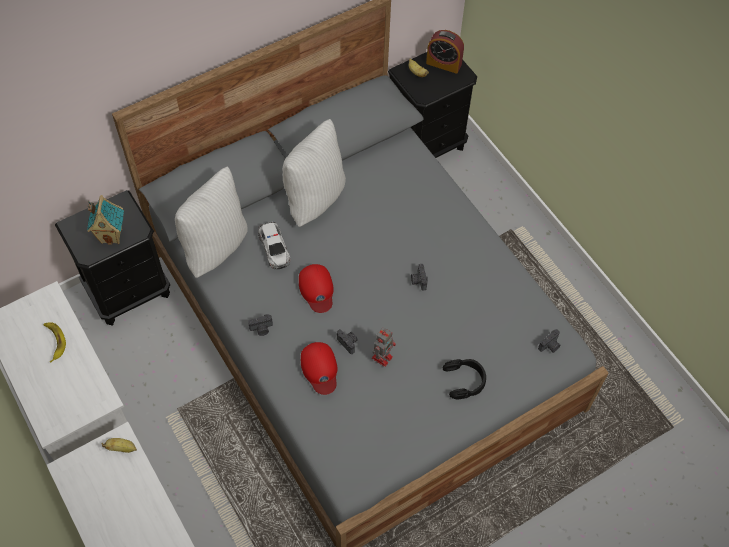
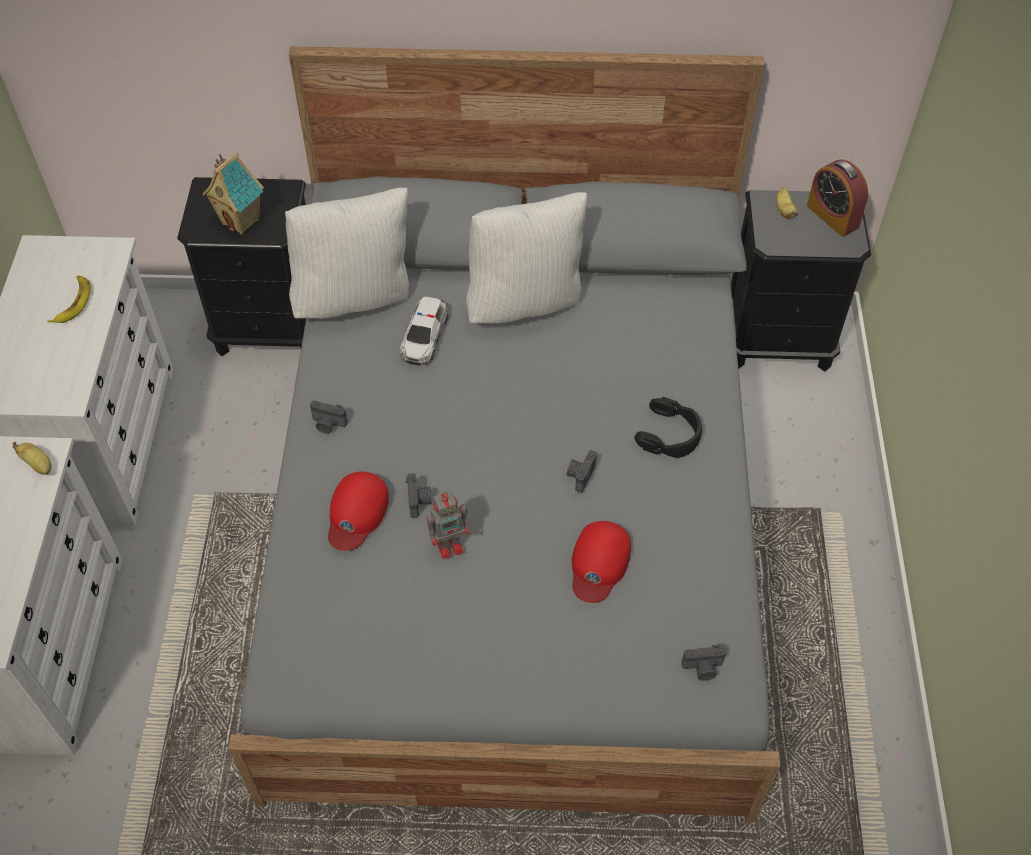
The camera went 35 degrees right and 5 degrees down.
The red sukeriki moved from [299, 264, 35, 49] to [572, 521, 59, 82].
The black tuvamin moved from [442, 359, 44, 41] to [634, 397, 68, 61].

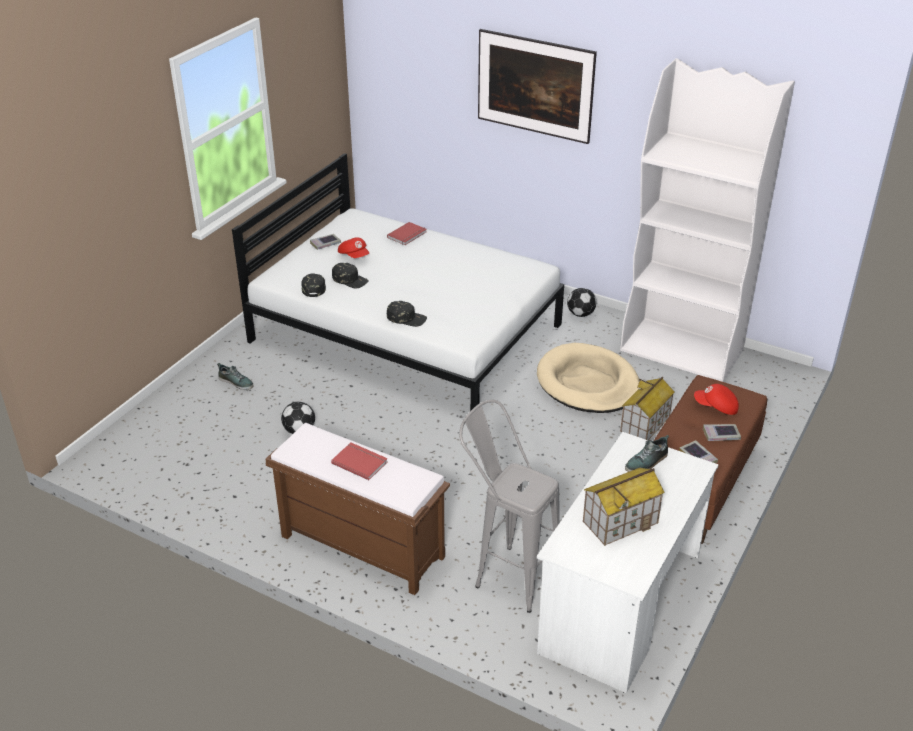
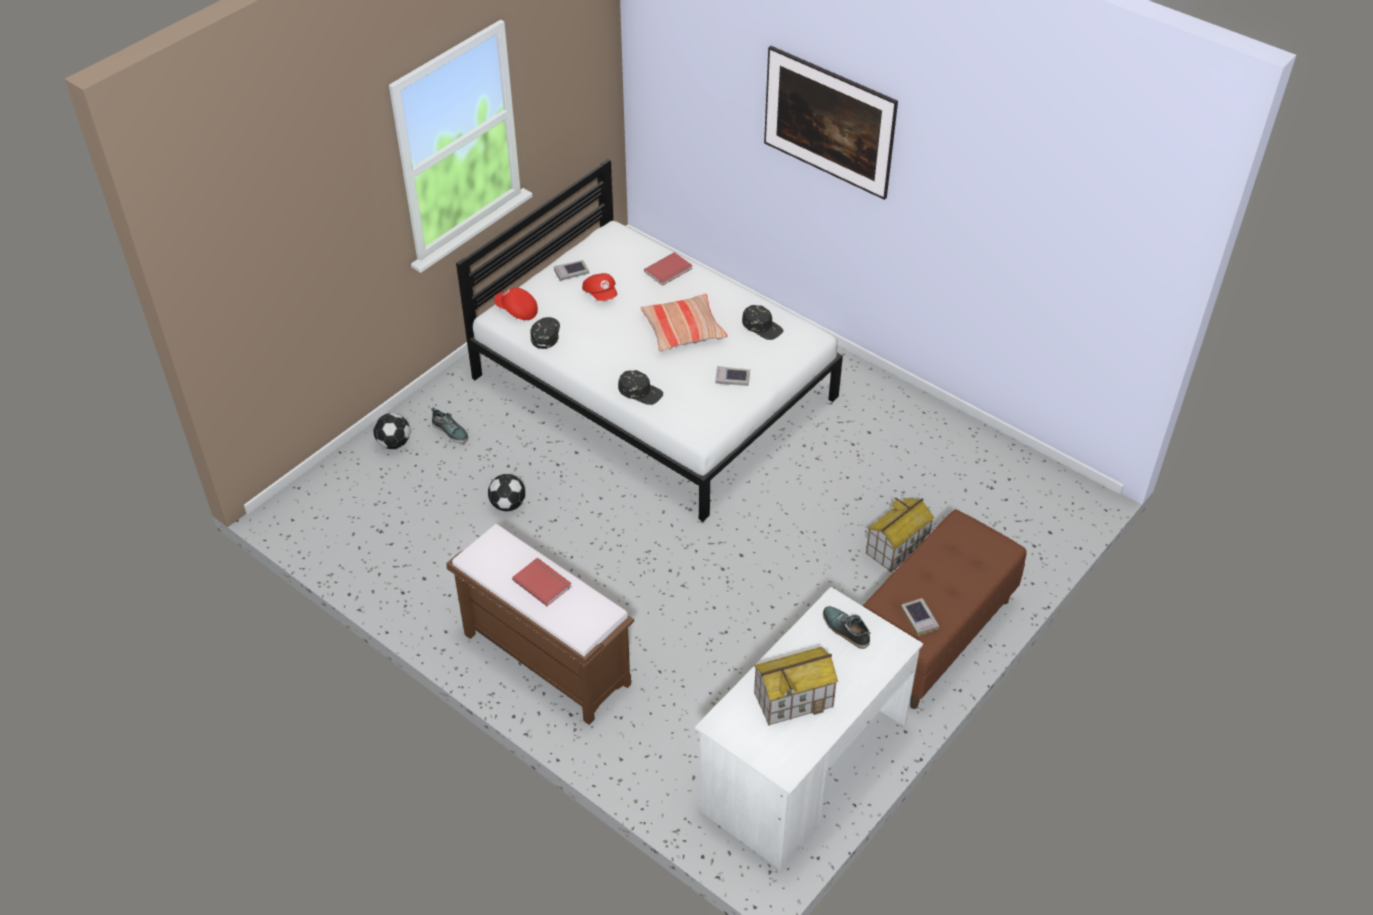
The camera went 10 degrees right and 10 degrees up.
The black sukeriki moved from [332, 263, 37, 25] to [742, 305, 42, 35].
The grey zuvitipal at [459, 400, 101, 213] disappeared.
The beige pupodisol at [537, 343, 103, 70] disappeared.
The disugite moved from [567, 288, 29, 29] to [373, 413, 37, 36].
The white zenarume at [620, 58, 175, 324] disappeared.
The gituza at [625, 435, 44, 37] turned 75 degrees clockwise.
The red sukeriki moved from [694, 384, 45, 31] to [494, 287, 44, 33].
The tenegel moved from [703, 424, 38, 17] to [715, 366, 35, 20].
The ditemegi at [641, 294, 86, 57] appeared.

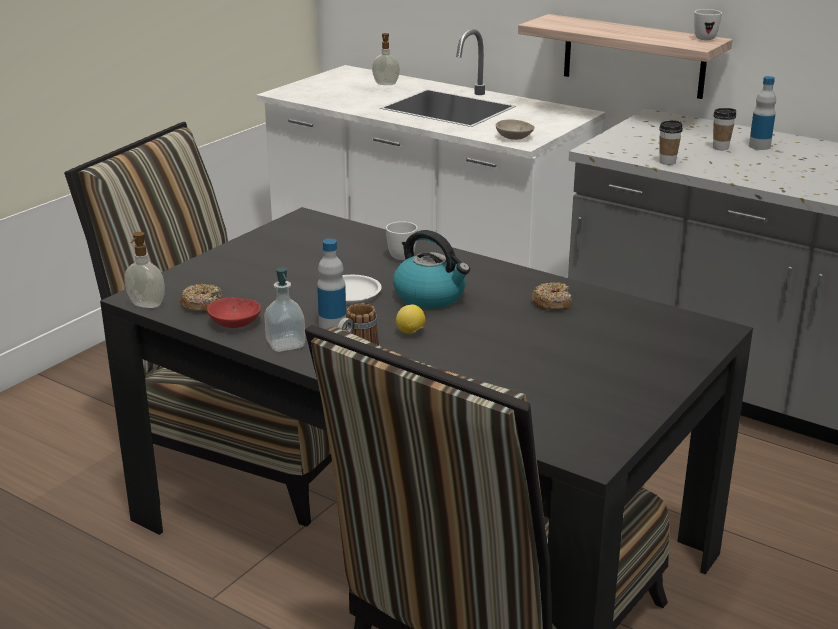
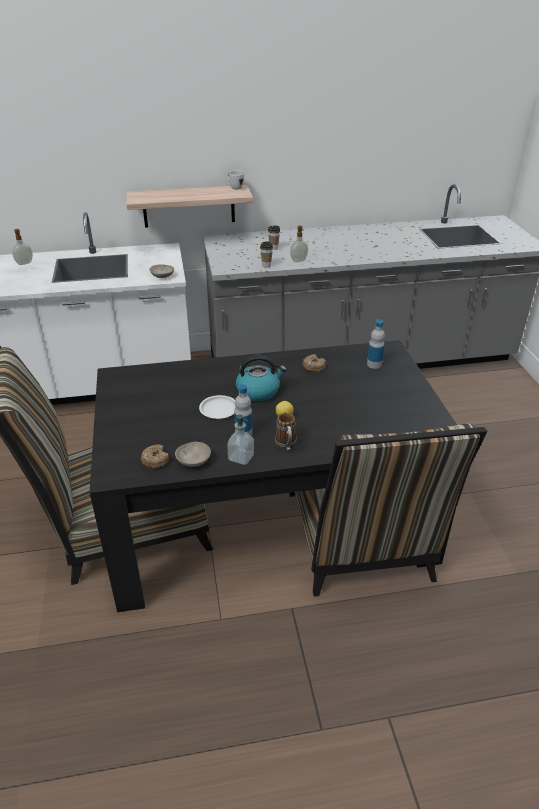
The camera went 45 degrees left and 10 degrees up.
The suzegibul moved from [124, 232, 41, 76] to [290, 226, 18, 36].
The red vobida at [207, 298, 54, 30] became the beige vobida at [175, 442, 36, 25].
The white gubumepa at [386, 221, 32, 39] disappeared.
The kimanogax moved from [749, 76, 27, 74] to [367, 320, 18, 49].

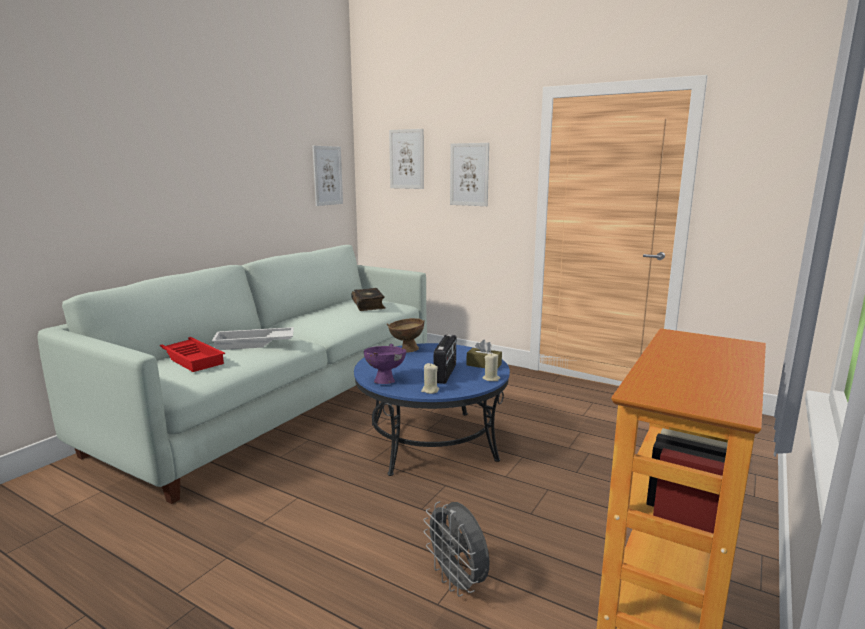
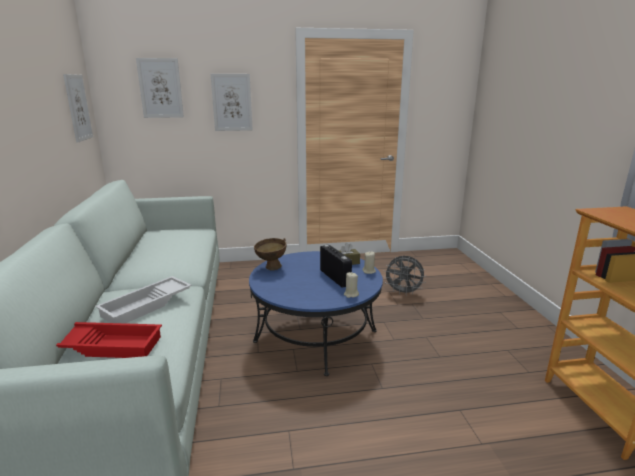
The camera went 40 degrees left and 5 degrees up.
The tenegel at [351, 288, 34, 23] disappeared.
The purple vobida at [364, 344, 42, 40] disappeared.
The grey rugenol moved from [423, 501, 67, 96] to [383, 256, 43, 39].

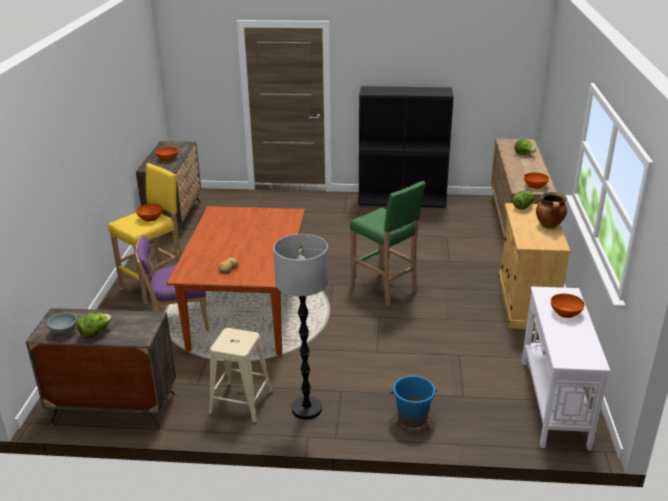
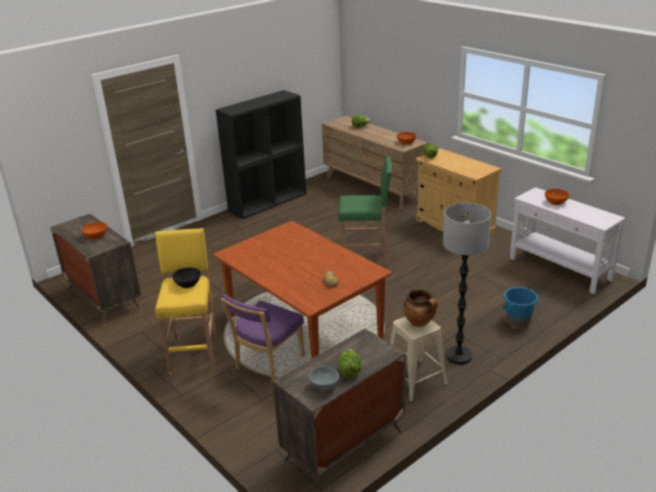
The camera went 45 degrees left and 0 degrees up.
The orange vobida at [136, 204, 27, 18] became the black vobida at [172, 267, 29, 21].
The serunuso moved from [536, 192, 31, 36] to [403, 287, 35, 40].

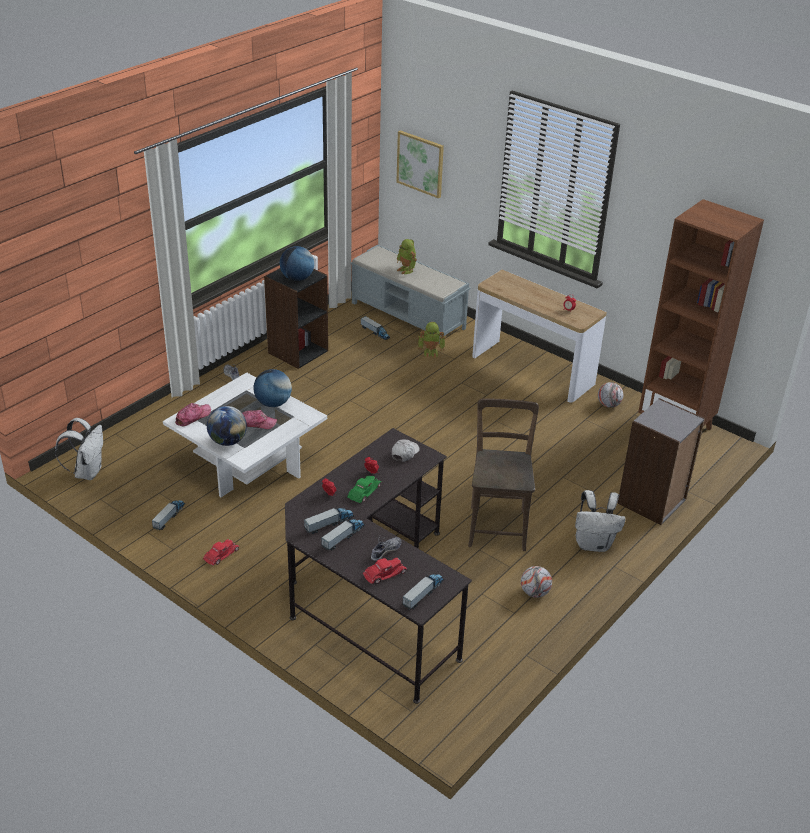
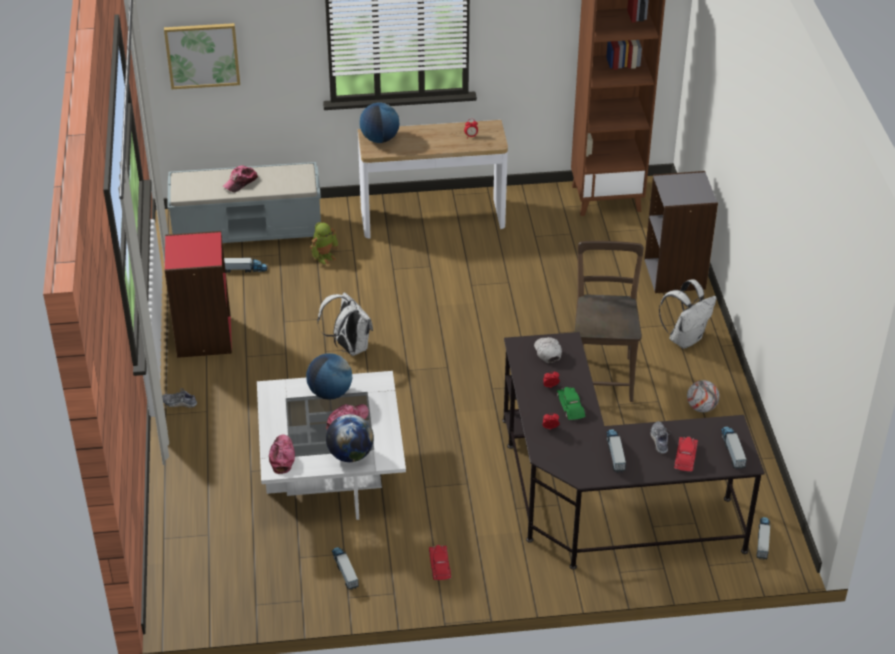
The camera went 45 degrees left and 5 degrees up.
The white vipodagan moved from [55, 418, 48, 62] to [317, 292, 56, 64].
The black zenarume at [264, 269, 64, 100] became the red zenarume at [165, 231, 67, 127].
The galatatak moved from [280, 246, 34, 35] to [360, 103, 39, 40].
The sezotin moved from [304, 508, 50, 26] to [756, 517, 15, 43].
The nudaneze at [397, 239, 20, 36] was replaced by the sukeriki at [222, 166, 36, 26].
The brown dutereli at [468, 398, 71, 153] turned 45 degrees clockwise.
The disugite at [598, 382, 25, 26] disappeared.

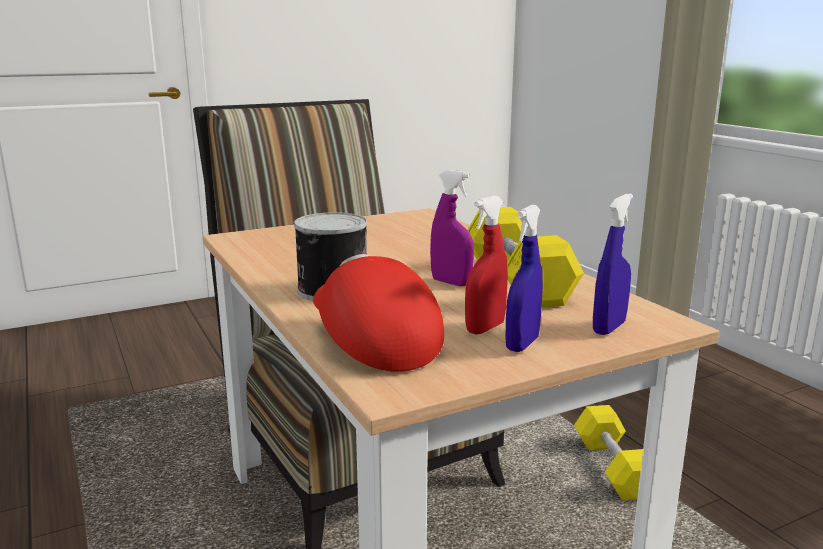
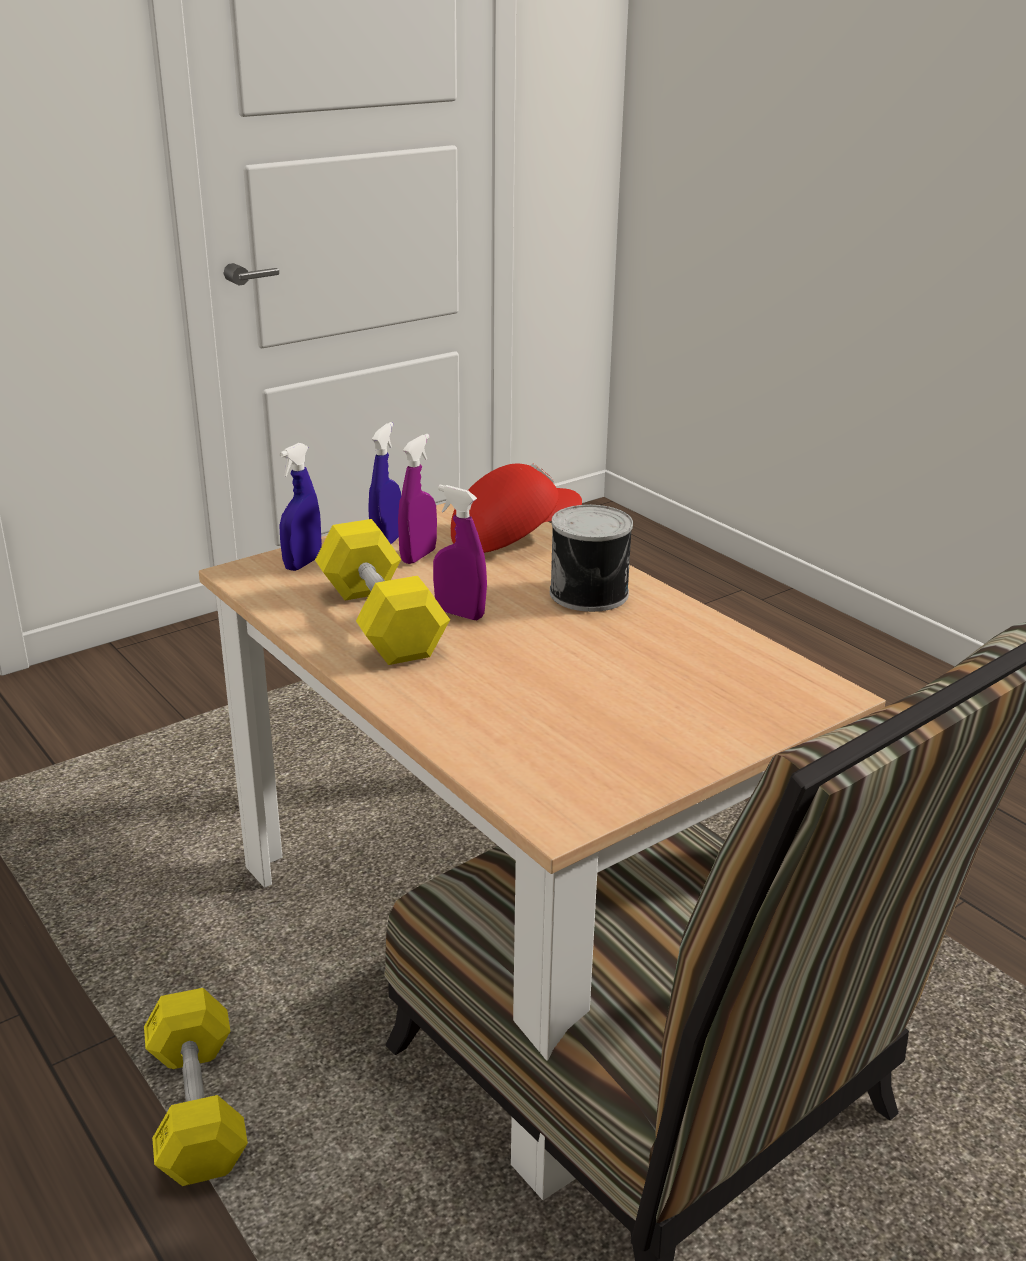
The camera went 170 degrees right and 10 degrees up.
The red sukeriki at [313, 254, 131, 118] turned 75 degrees counterclockwise.
The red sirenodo at [465, 196, 43, 139] became the purple sirenodo at [398, 434, 39, 130].

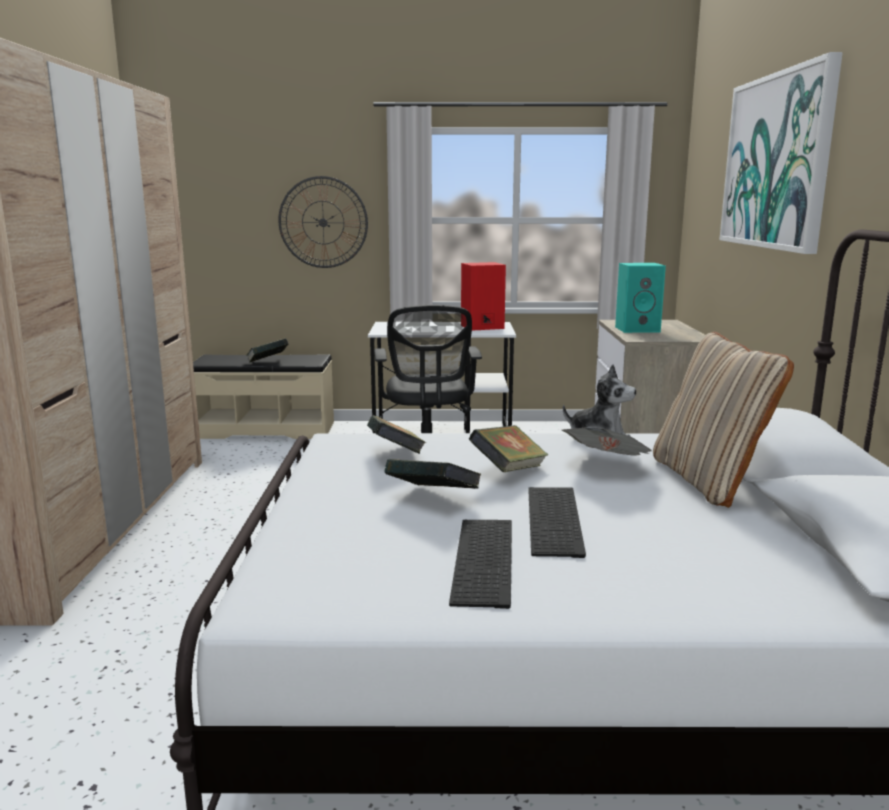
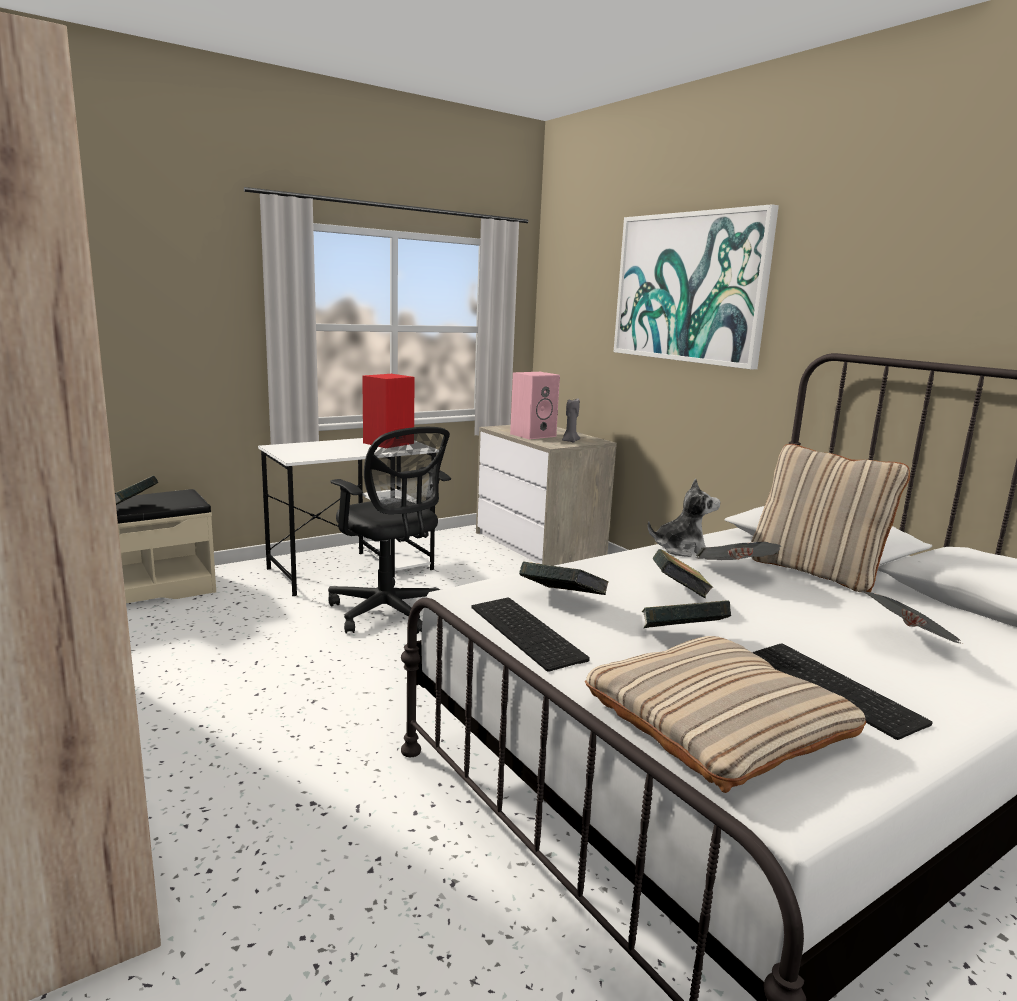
The camera went 35 degrees left and 0 degrees up.
The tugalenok at [278, 176, 90, 92] disappeared.
The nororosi moved from [528, 487, 58, 71] to [471, 598, 119, 74].
The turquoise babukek at [615, 263, 51, 70] became the pink babukek at [510, 372, 50, 68].
The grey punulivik at [562, 398, 18, 44] appeared.
The beige ditemegi at [585, 636, 281, 157] appeared.
The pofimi at [862, 591, 101, 53] appeared.

